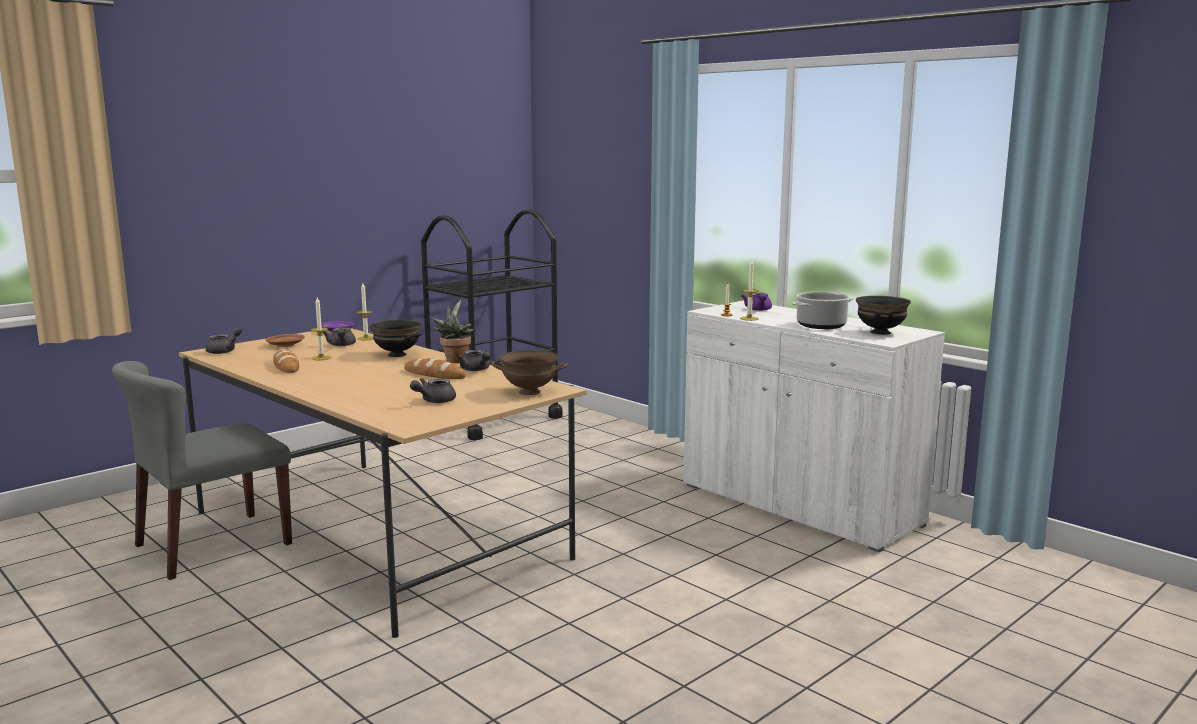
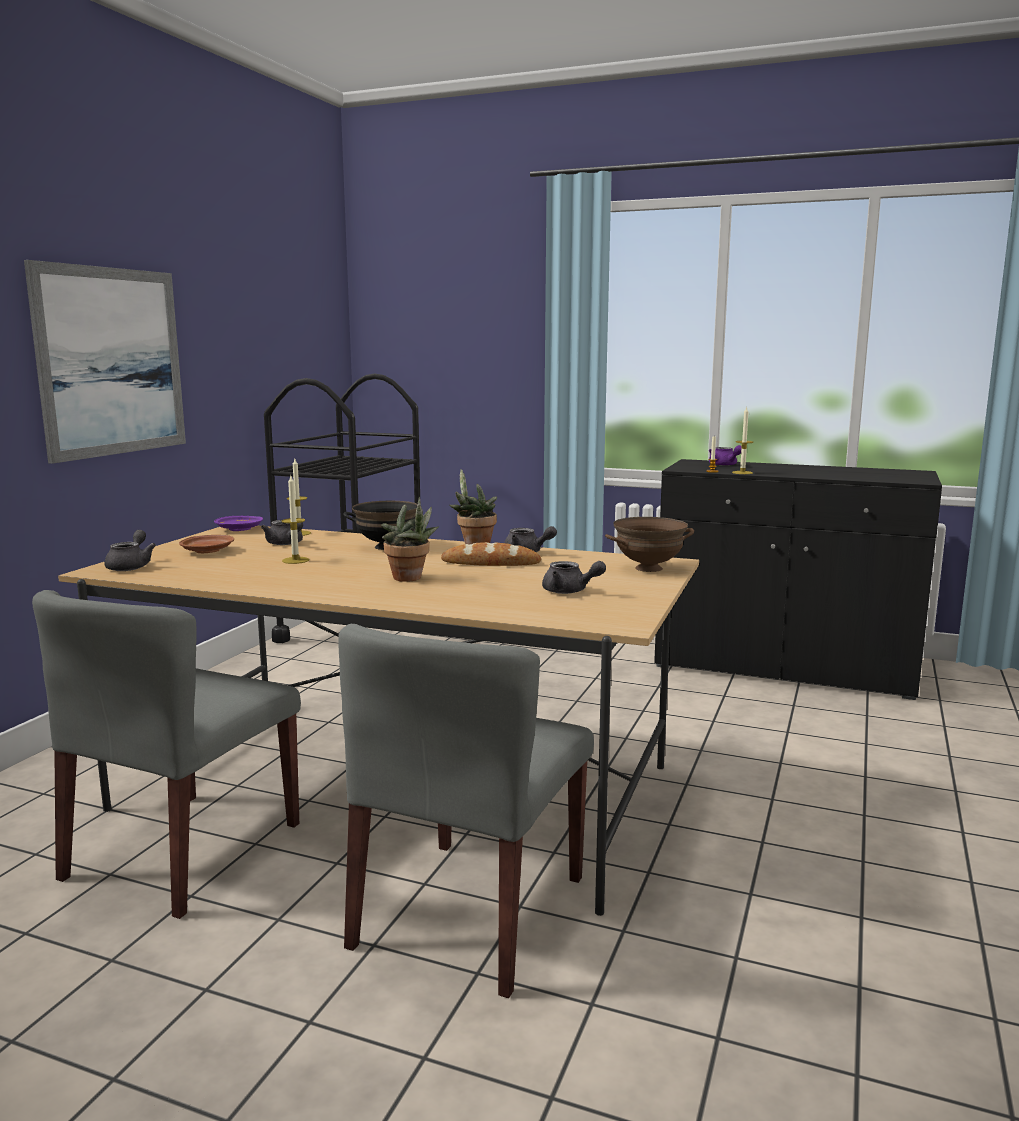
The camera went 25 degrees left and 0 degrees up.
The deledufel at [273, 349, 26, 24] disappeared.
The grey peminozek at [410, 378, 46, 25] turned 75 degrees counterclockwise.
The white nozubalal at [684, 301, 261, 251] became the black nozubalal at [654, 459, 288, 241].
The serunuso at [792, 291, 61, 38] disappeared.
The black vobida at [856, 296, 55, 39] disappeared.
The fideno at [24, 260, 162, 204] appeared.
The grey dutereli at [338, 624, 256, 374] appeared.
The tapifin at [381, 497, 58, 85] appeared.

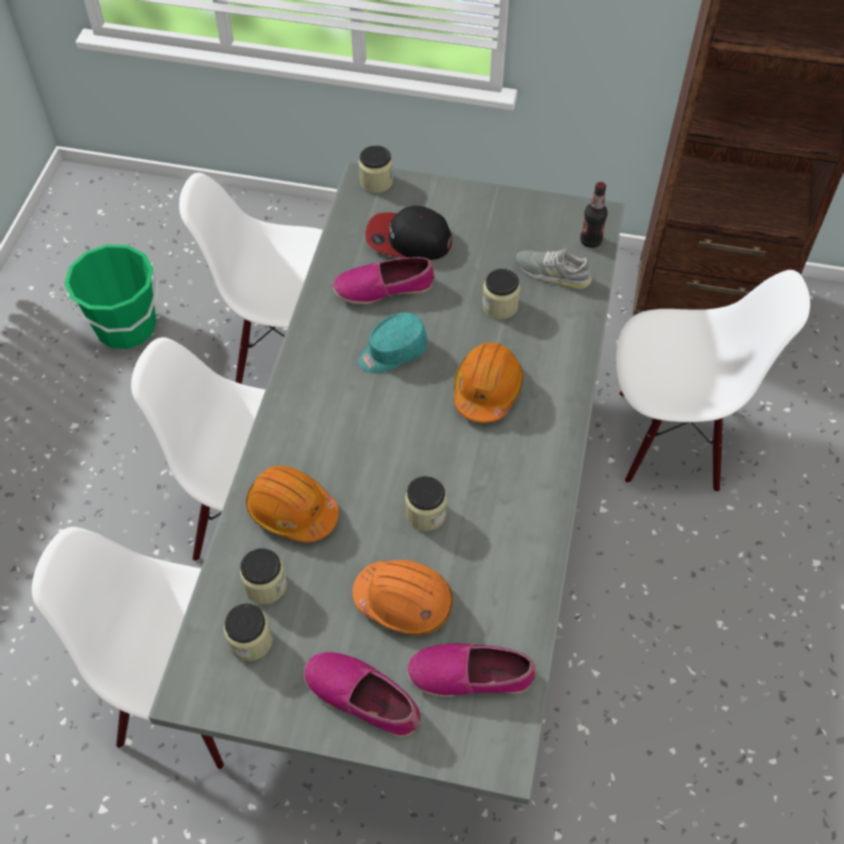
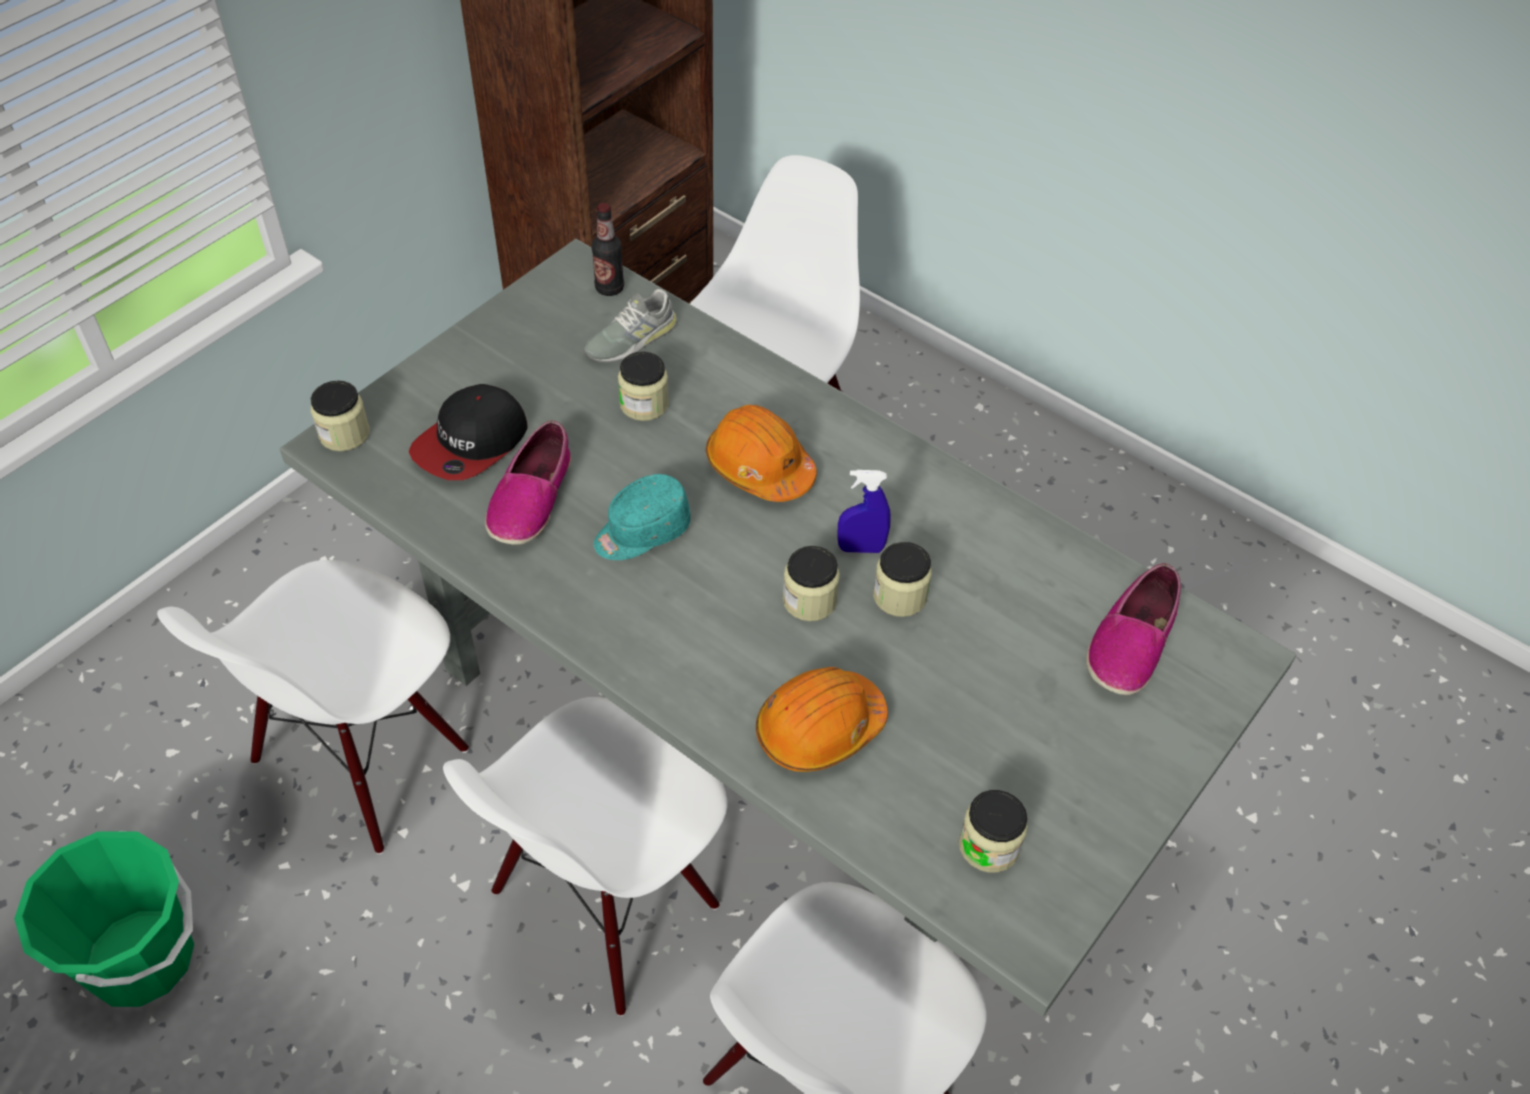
The camera went 65 degrees left and 5 degrees down.
The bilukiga moved from [240, 548, 47, 56] to [783, 546, 57, 75].
The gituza at [304, 652, 116, 85] disappeared.
The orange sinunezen at [352, 560, 101, 75] disappeared.
The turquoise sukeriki at [358, 312, 69, 61] turned 60 degrees clockwise.
The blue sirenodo at [837, 470, 54, 83] appeared.

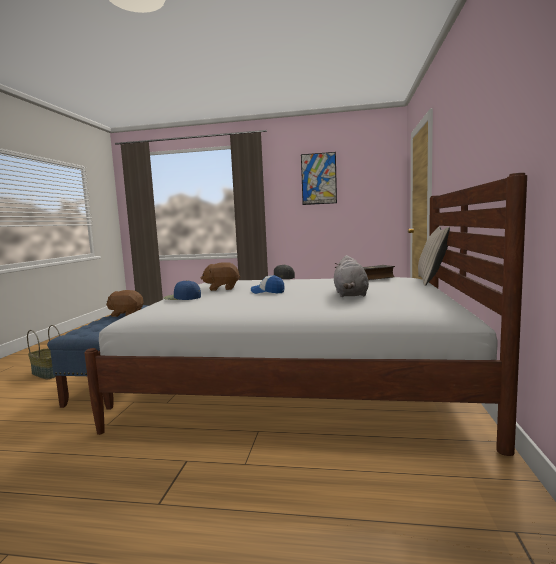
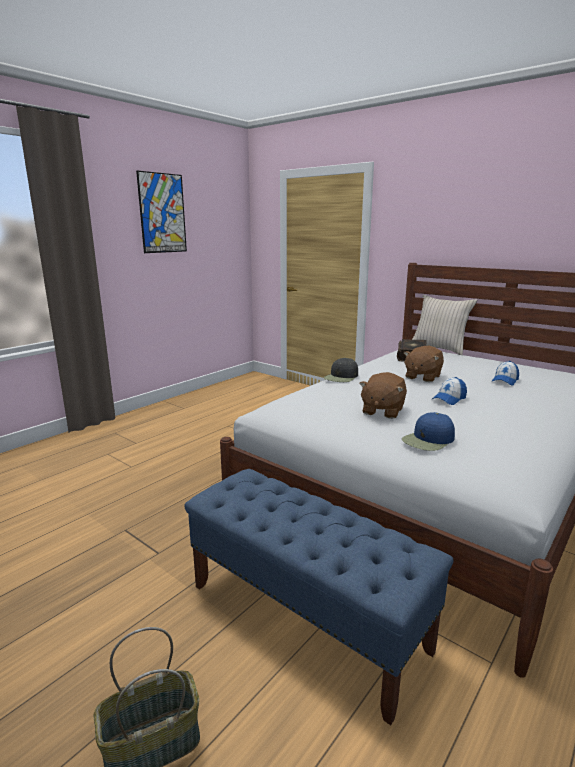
The camera went 60 degrees left and 10 degrees up.
The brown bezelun moved from [106, 290, 38, 27] to [404, 346, 40, 36].
The grey bezelun at [334, 255, 35, 42] was replaced by the sukeriki at [491, 361, 28, 25].

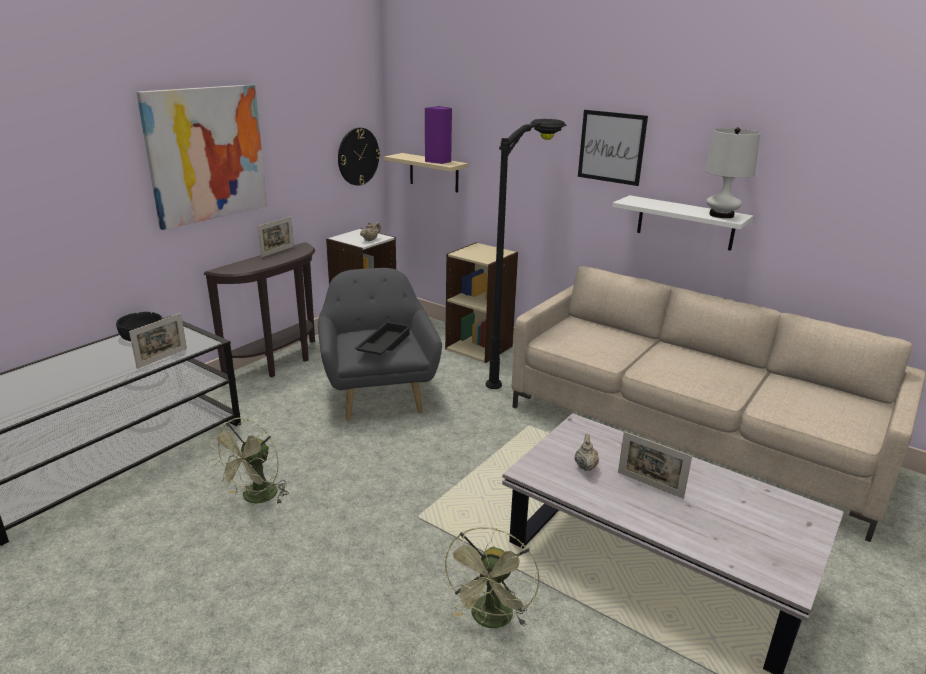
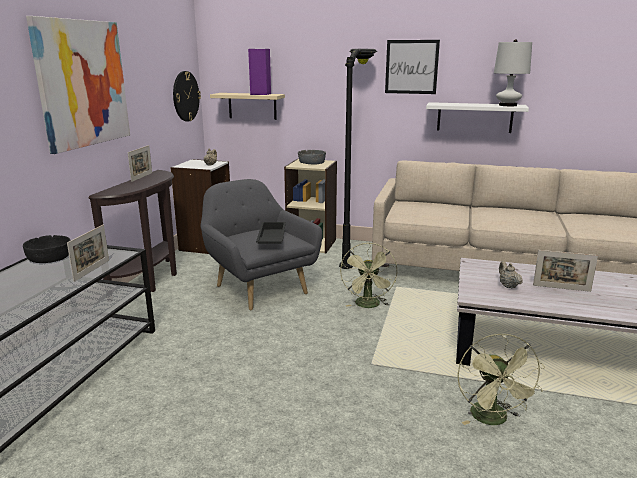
The camera went 20 degrees left and 5 degrees down.
The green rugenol moved from [209, 418, 80, 86] to [340, 243, 57, 65].
The grey vobida at [298, 150, 28, 14] appeared.

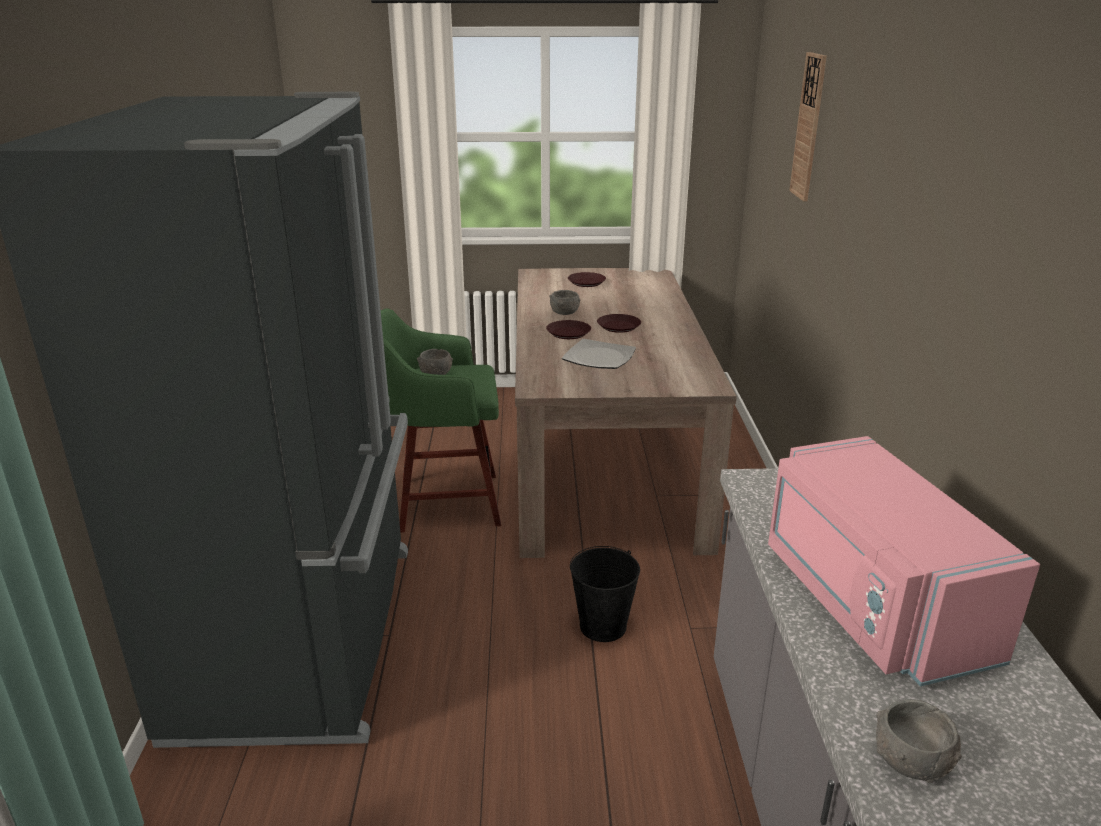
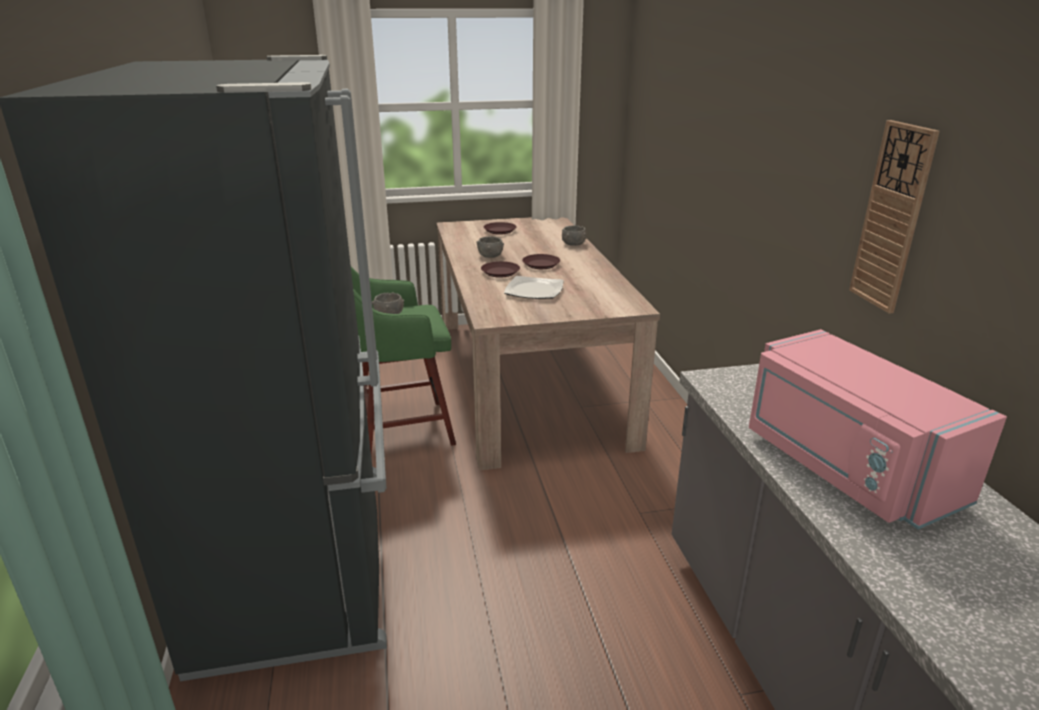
The camera went 10 degrees left and 0 degrees up.
The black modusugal at [570, 546, 70, 96] disappeared.
The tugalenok moved from [789, 52, 38, 150] to [849, 120, 91, 194].
The grey vobida moved from [876, 699, 85, 84] to [562, 225, 25, 21].

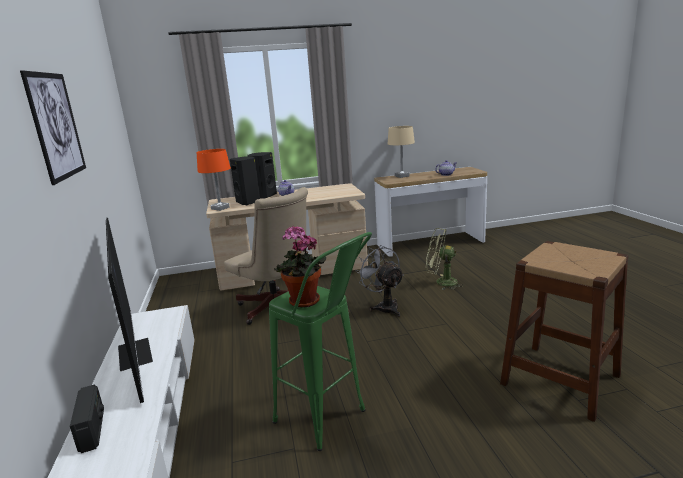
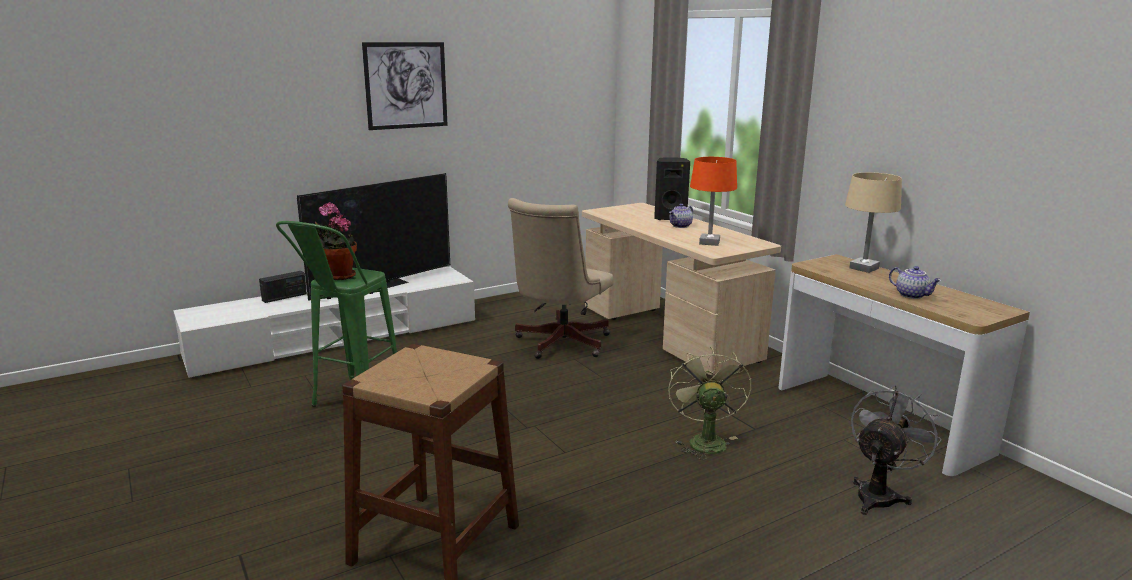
The camera went 70 degrees right and 0 degrees up.
The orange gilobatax moved from [197, 149, 34, 62] to [690, 157, 47, 89].
The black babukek at [230, 156, 30, 50] disappeared.
The grey rugenol moved from [356, 245, 48, 72] to [851, 385, 91, 130].

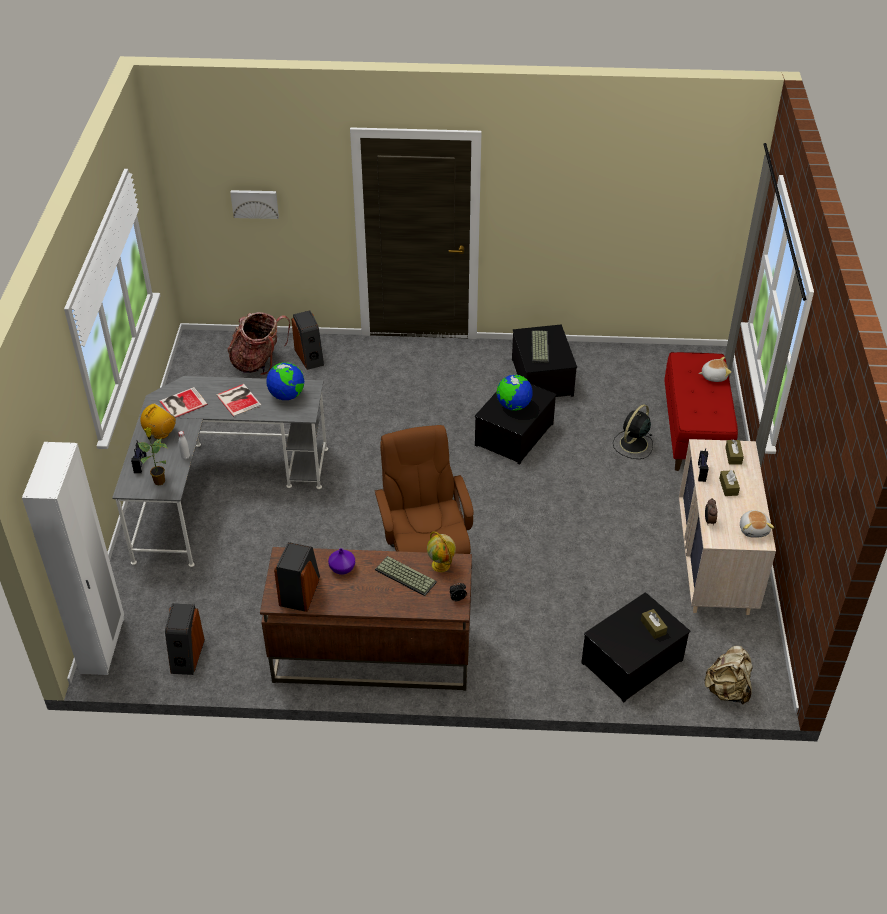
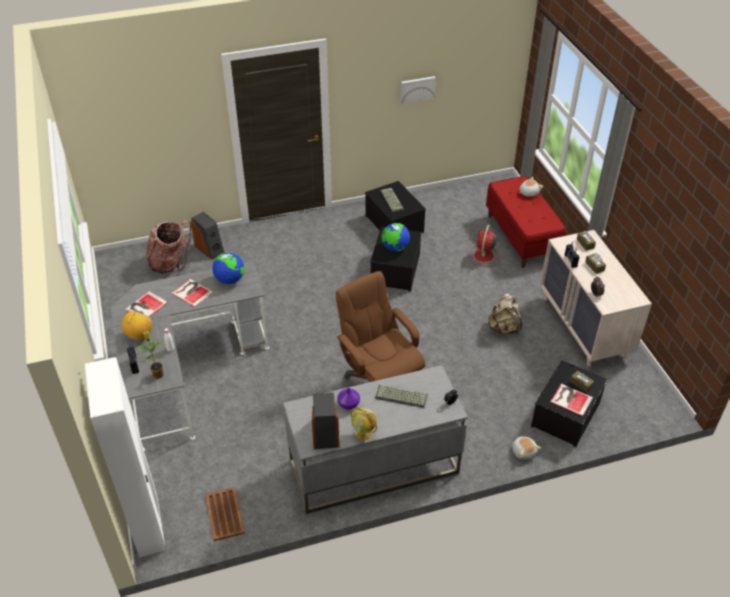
The camera went 20 degrees left and 0 degrees up.
The babukek at [165, 603, 40, 72] was replaced by the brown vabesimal at [205, 487, 40, 54].
The fideno moved from [230, 190, 49, 29] to [401, 76, 35, 28].
The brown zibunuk at [260, 547, 212, 144] became the grey zibunuk at [283, 365, 185, 149].
The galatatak moved from [427, 531, 29, 41] to [350, 408, 27, 33].
The black rugenol at [613, 404, 40, 55] became the red rugenol at [468, 225, 31, 42].
The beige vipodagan moved from [704, 646, 49, 59] to [488, 294, 34, 40].
The bezelun moved from [740, 510, 34, 28] to [512, 436, 29, 24].
The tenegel at [550, 384, 43, 32] appeared.

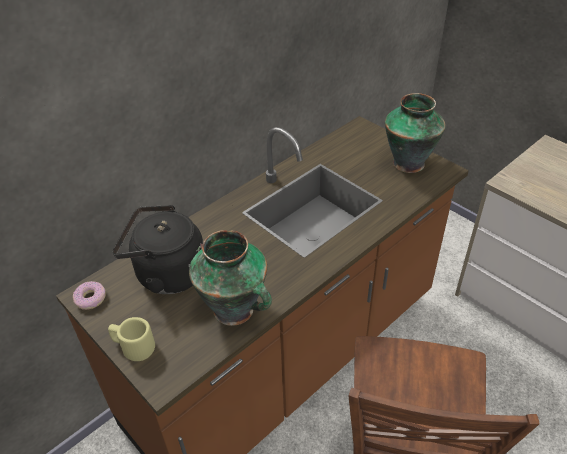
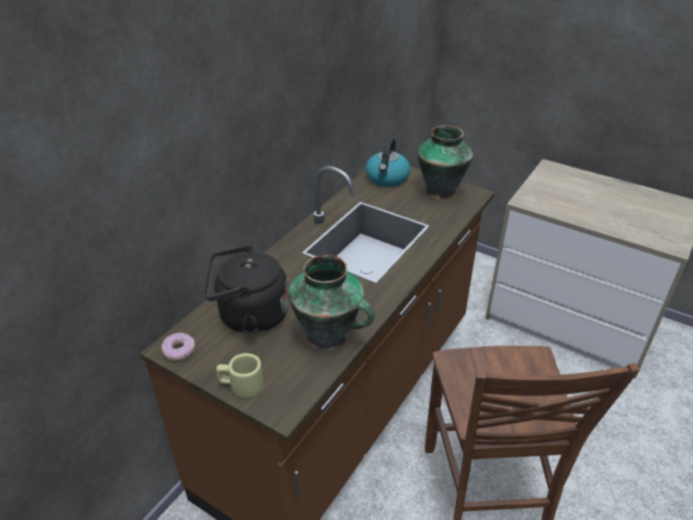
The camera went 15 degrees left and 5 degrees down.
The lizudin at [365, 137, 45, 50] appeared.

